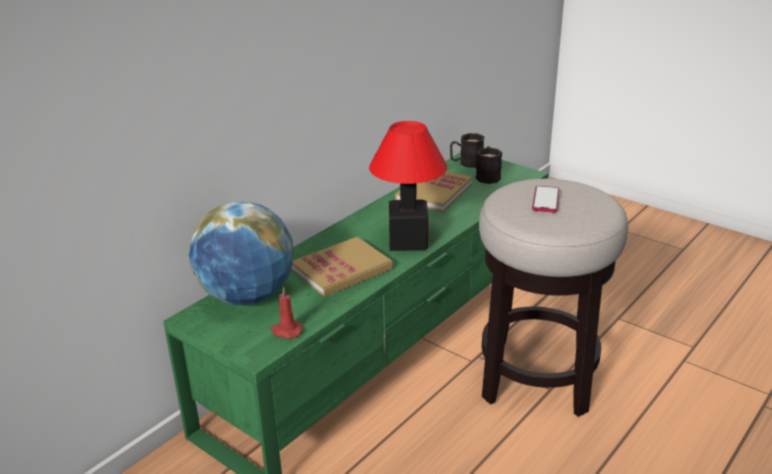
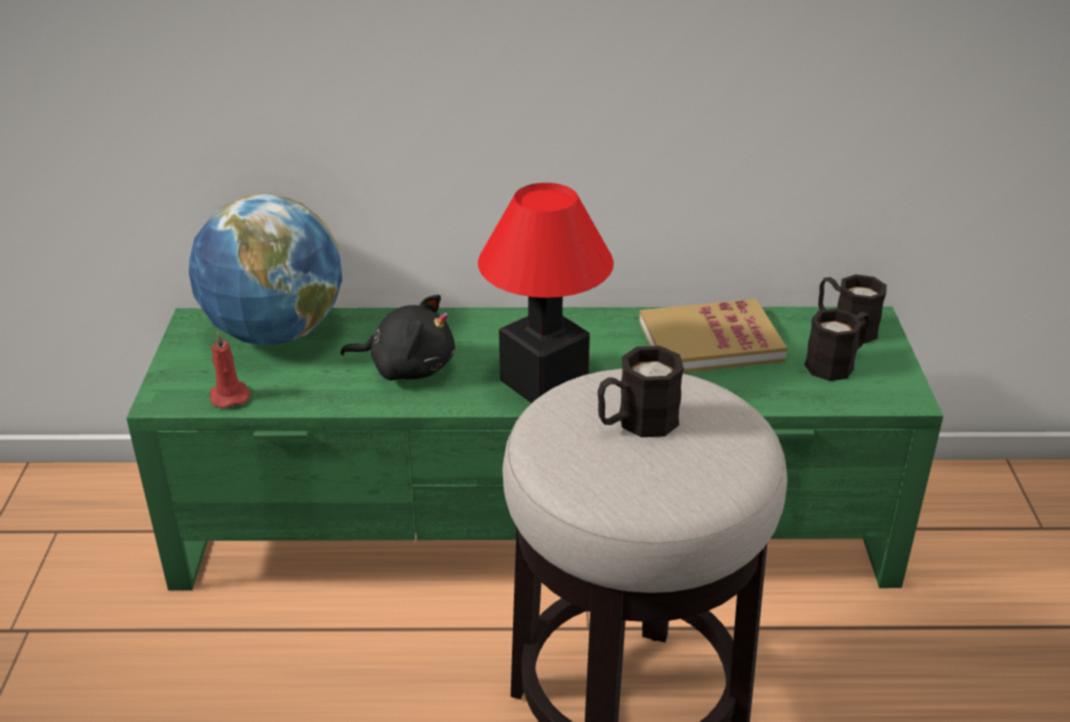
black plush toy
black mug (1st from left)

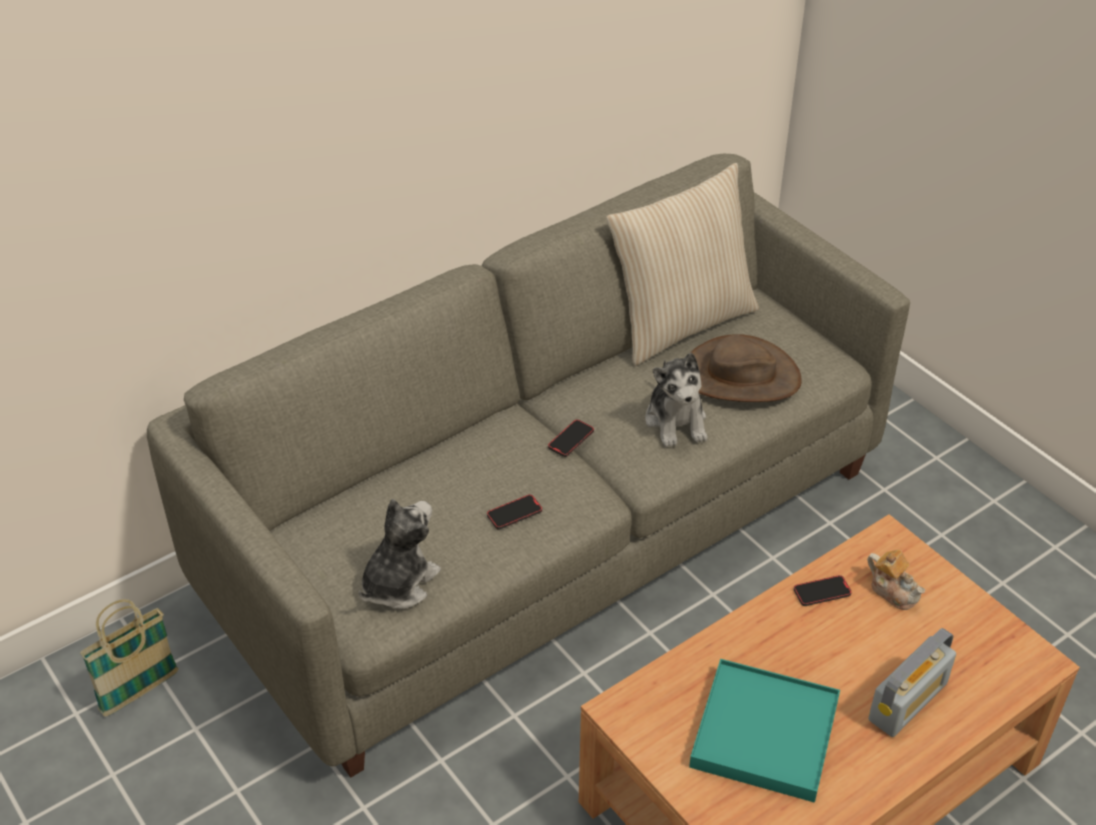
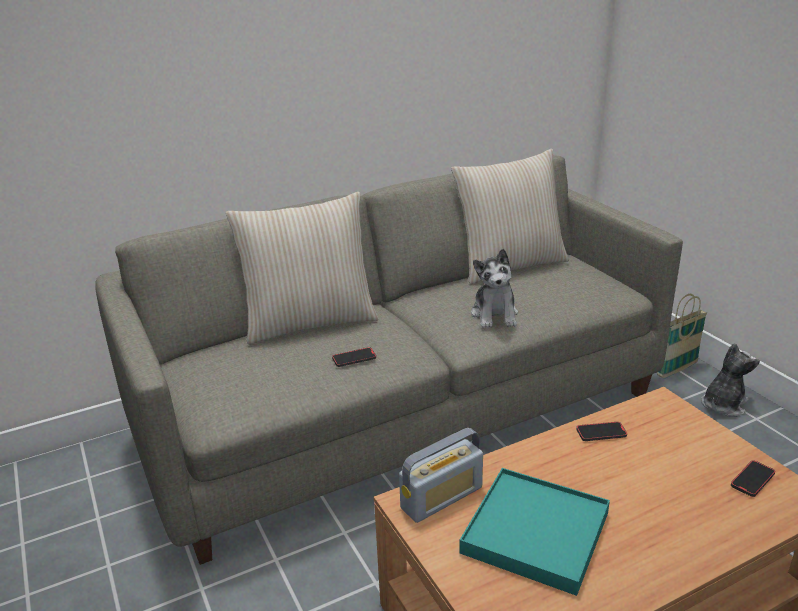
beige pillow (1st from left)
radio
basket
plush toy (2nd from left)
phone (3rd from left)
brown hat
teapot

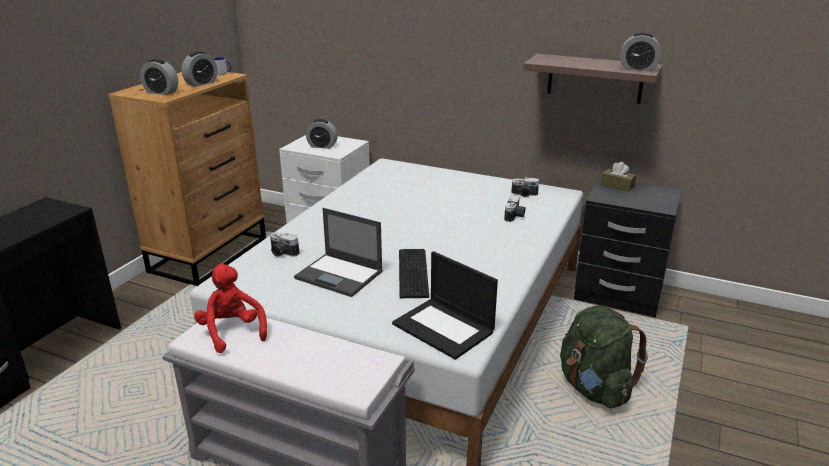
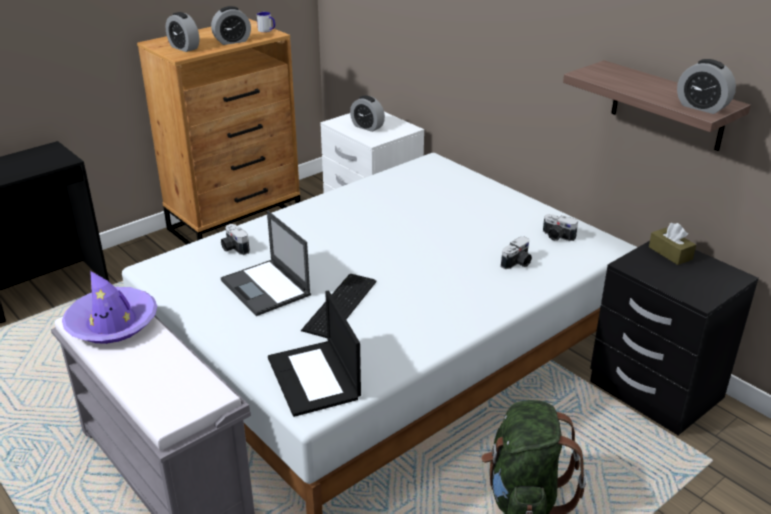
purple hat

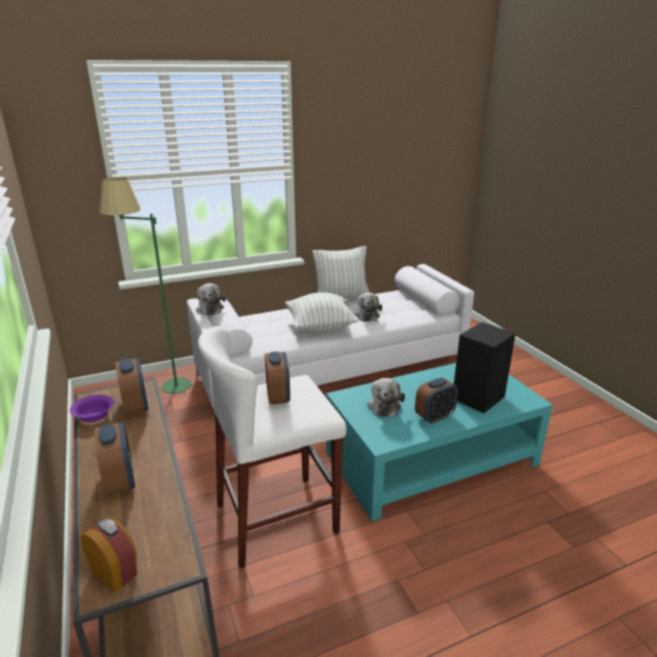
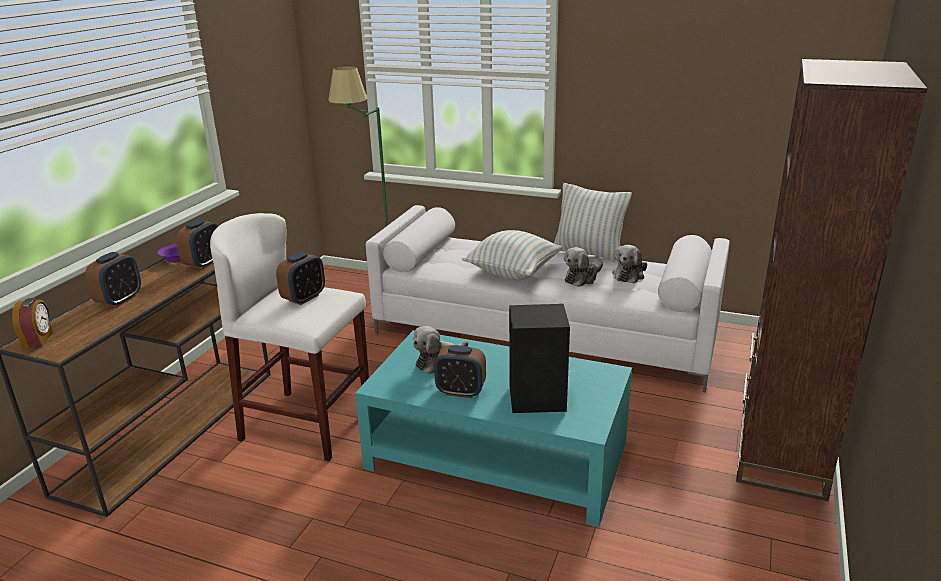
plush toy (3rd from left)
brown bookcase

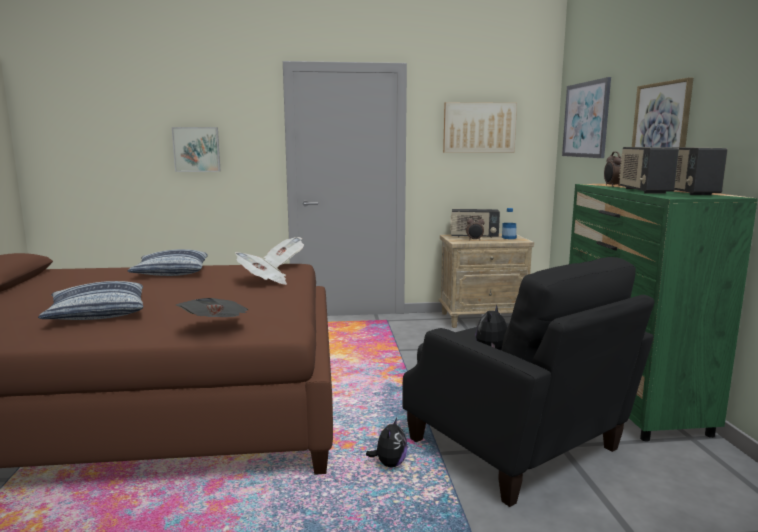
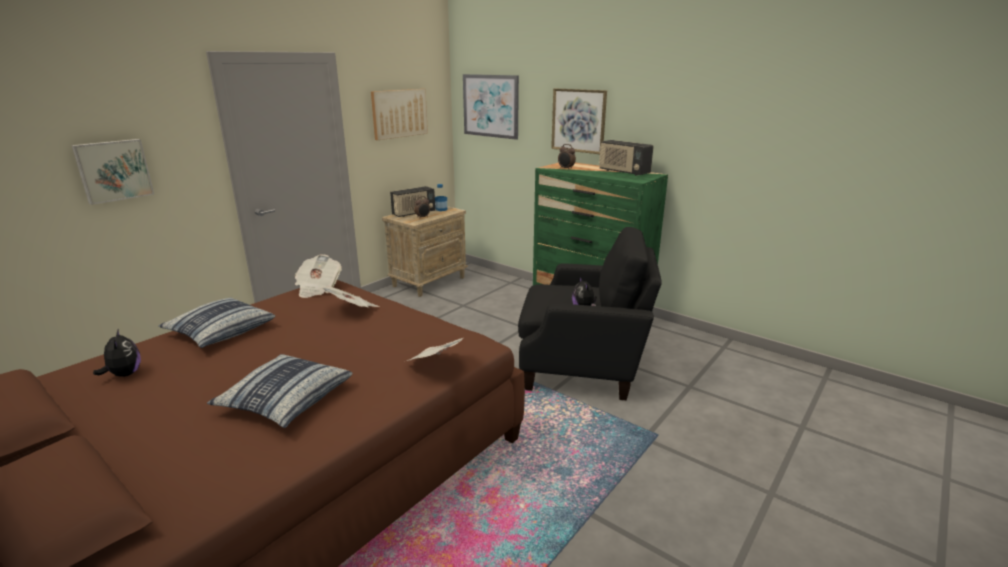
plush toy (1st from left)
radio (2nd from left in the first image)

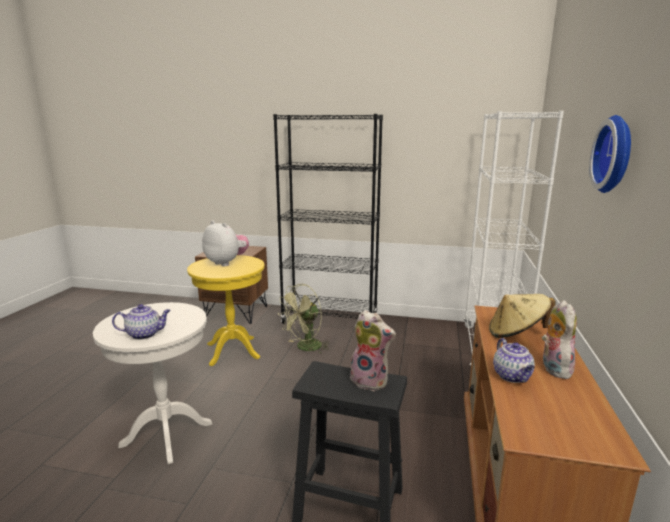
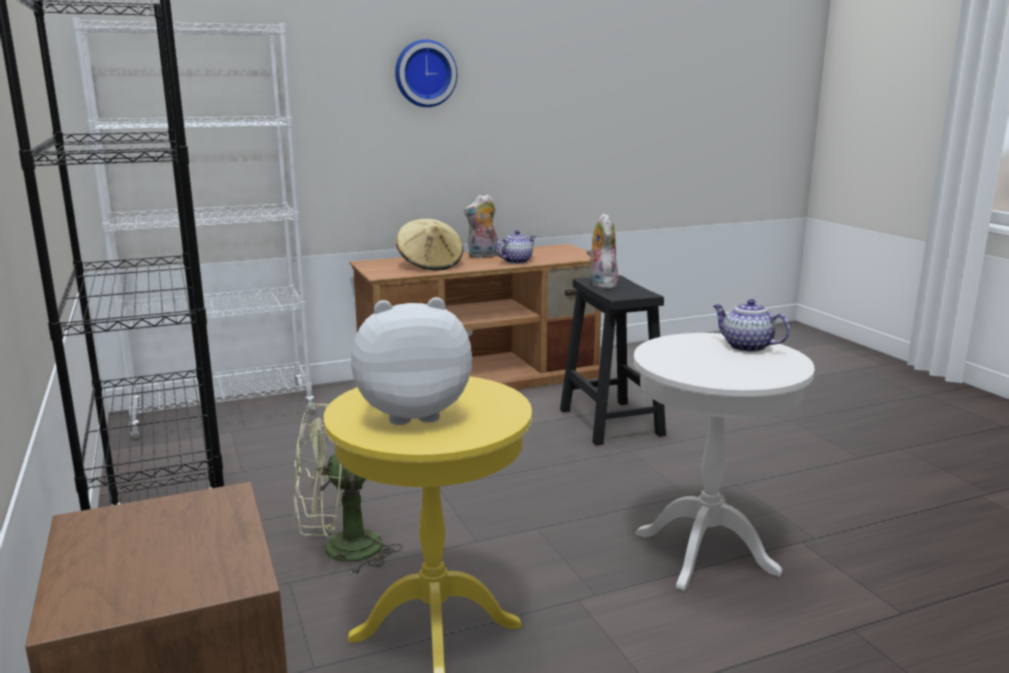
green fan
plush toy (1st from left)

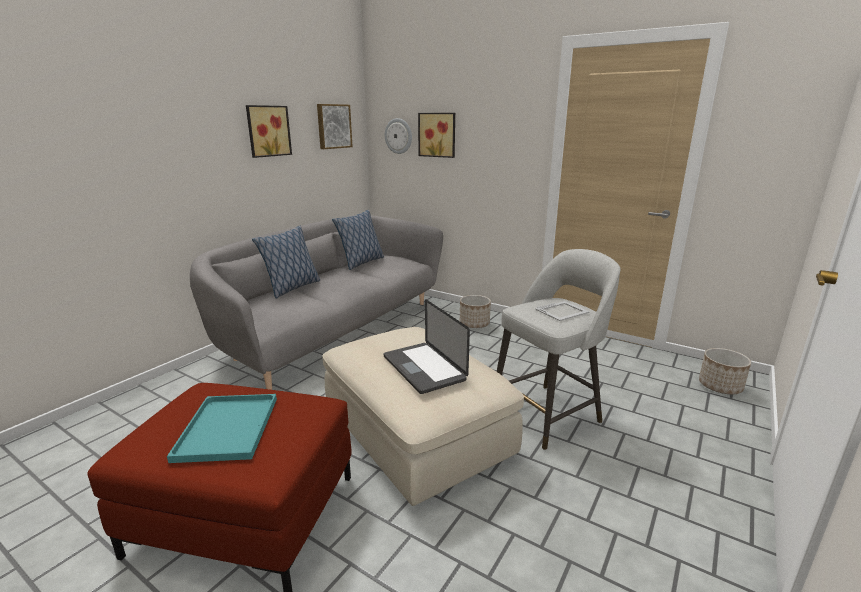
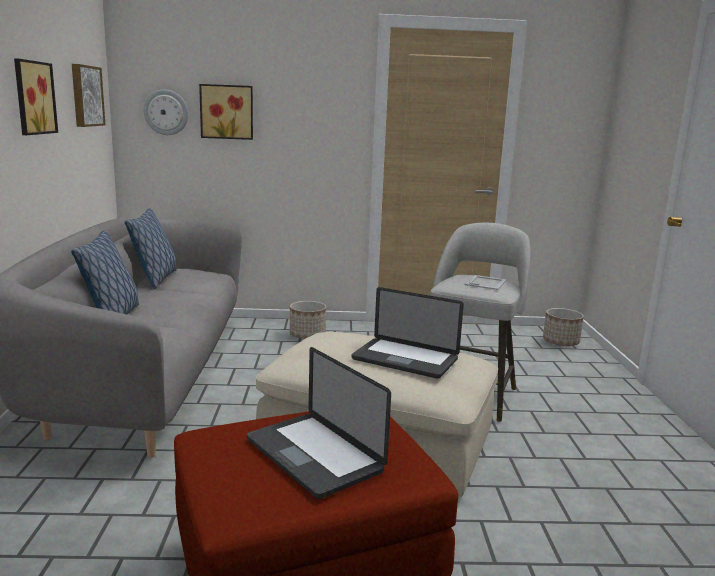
laptop (1st from left)

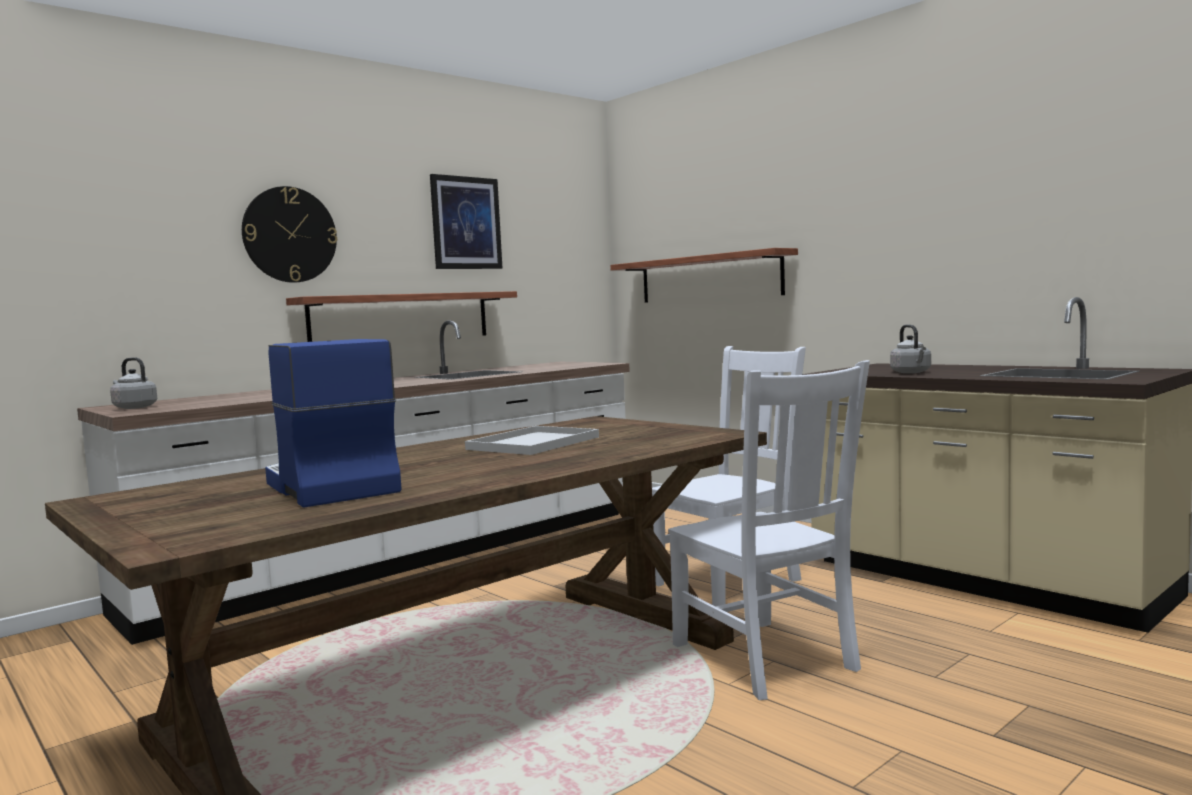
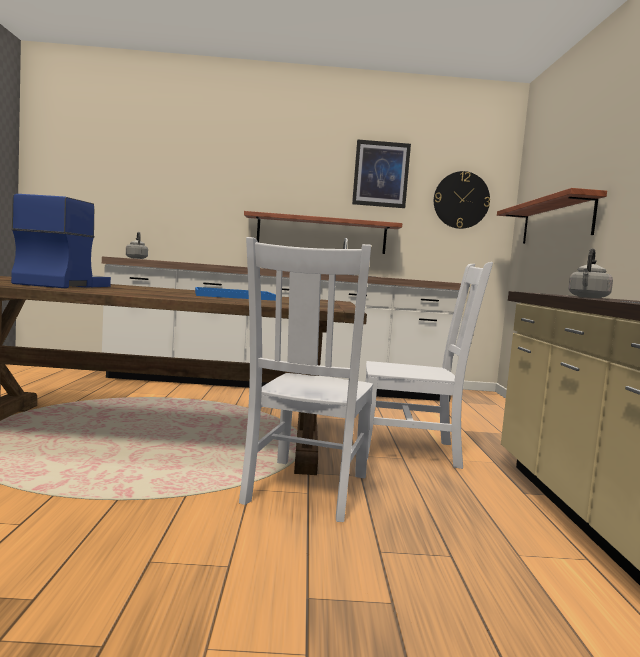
blue tray
wall clock

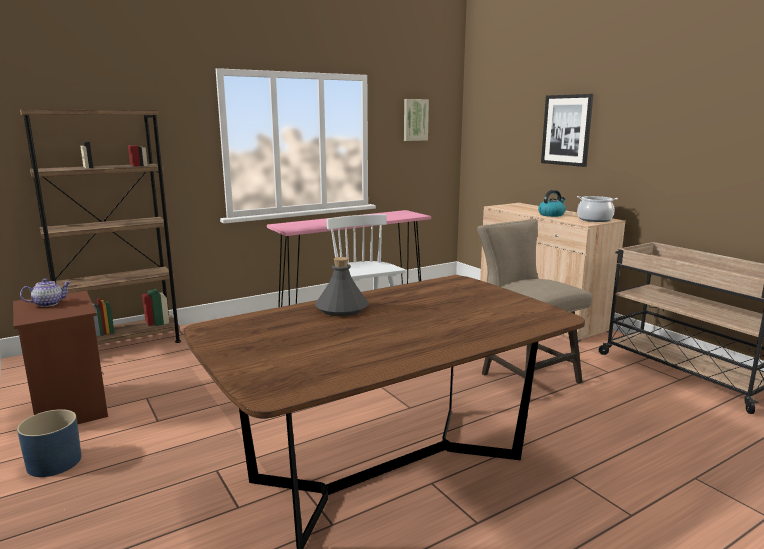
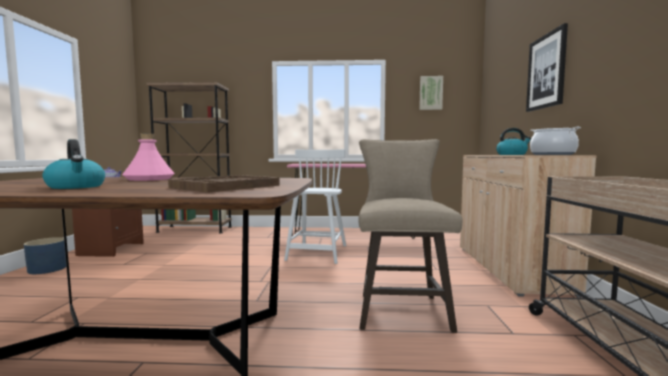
kettle (1st from left)
pink bottle
brown tray

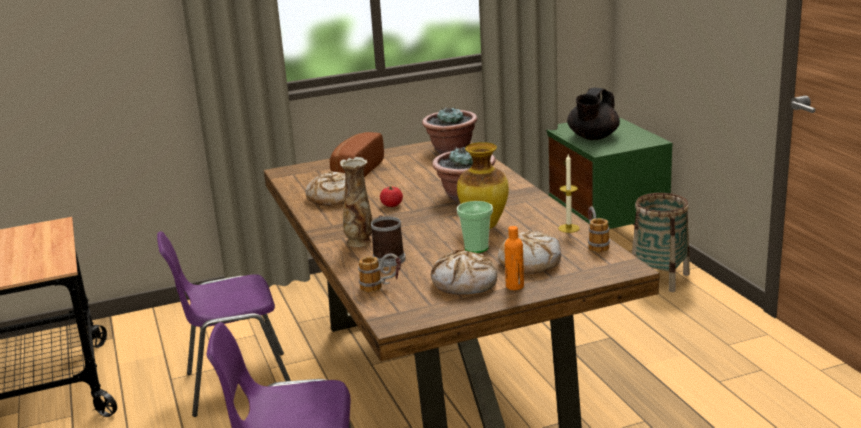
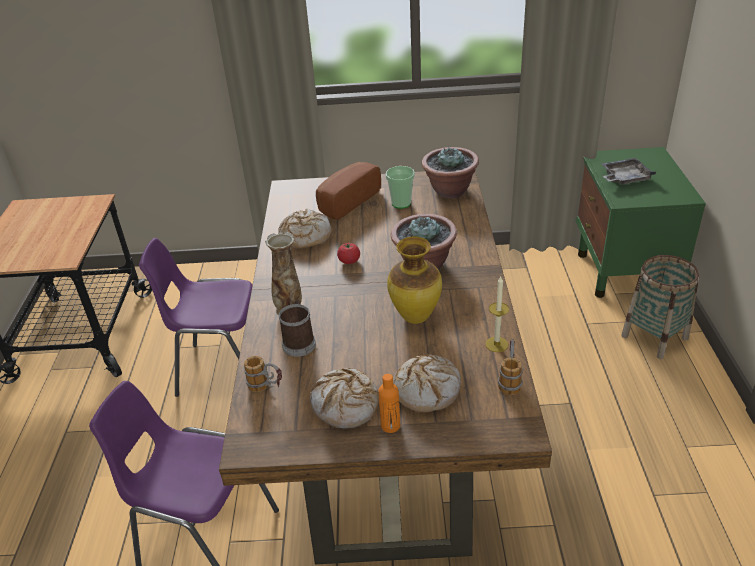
cup
grey tray

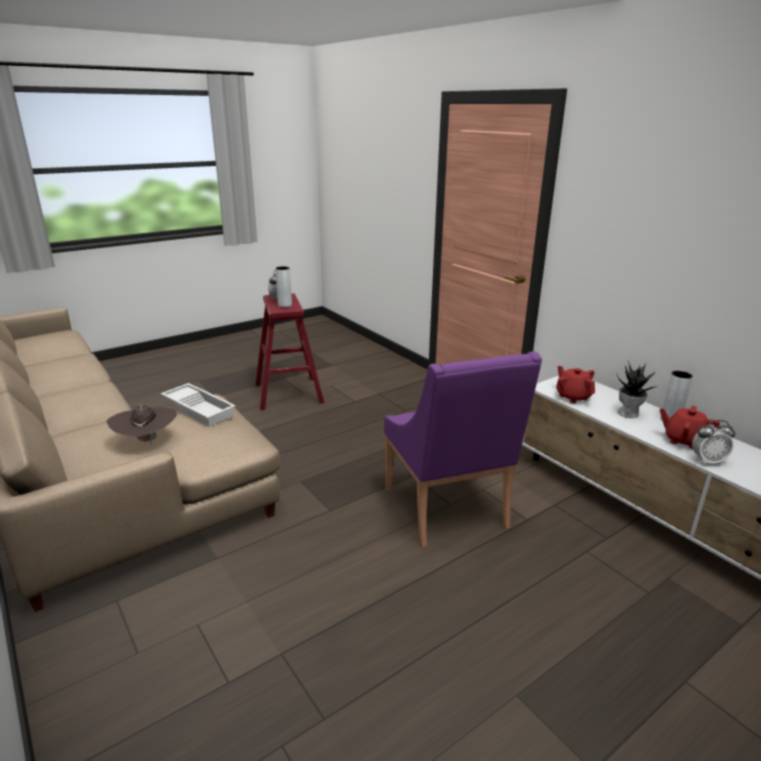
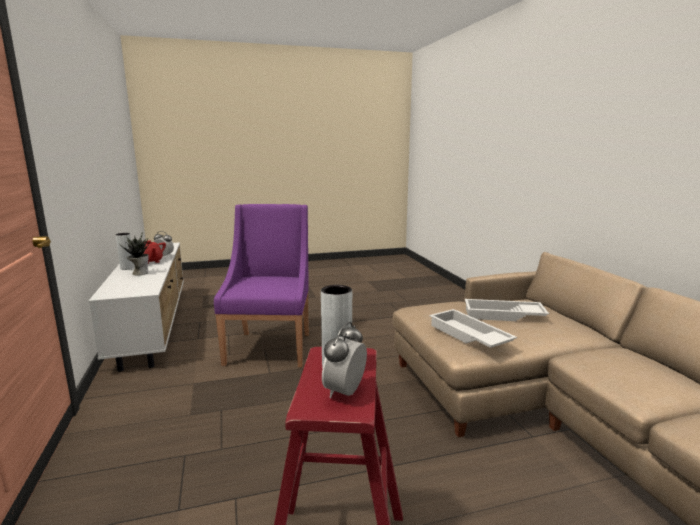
white tray (2nd from left)
red teapot (1st from left in the first image)

